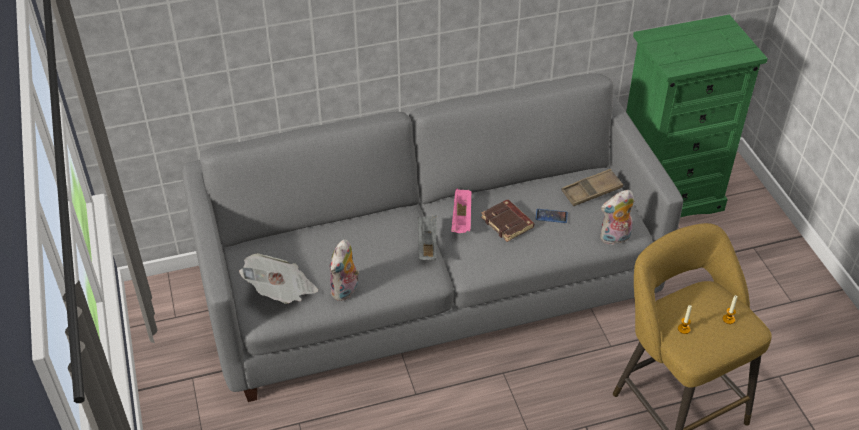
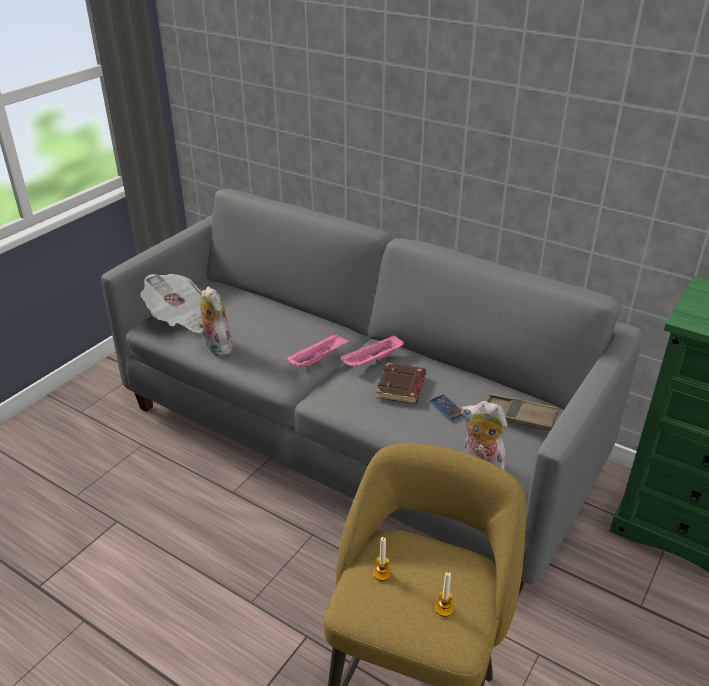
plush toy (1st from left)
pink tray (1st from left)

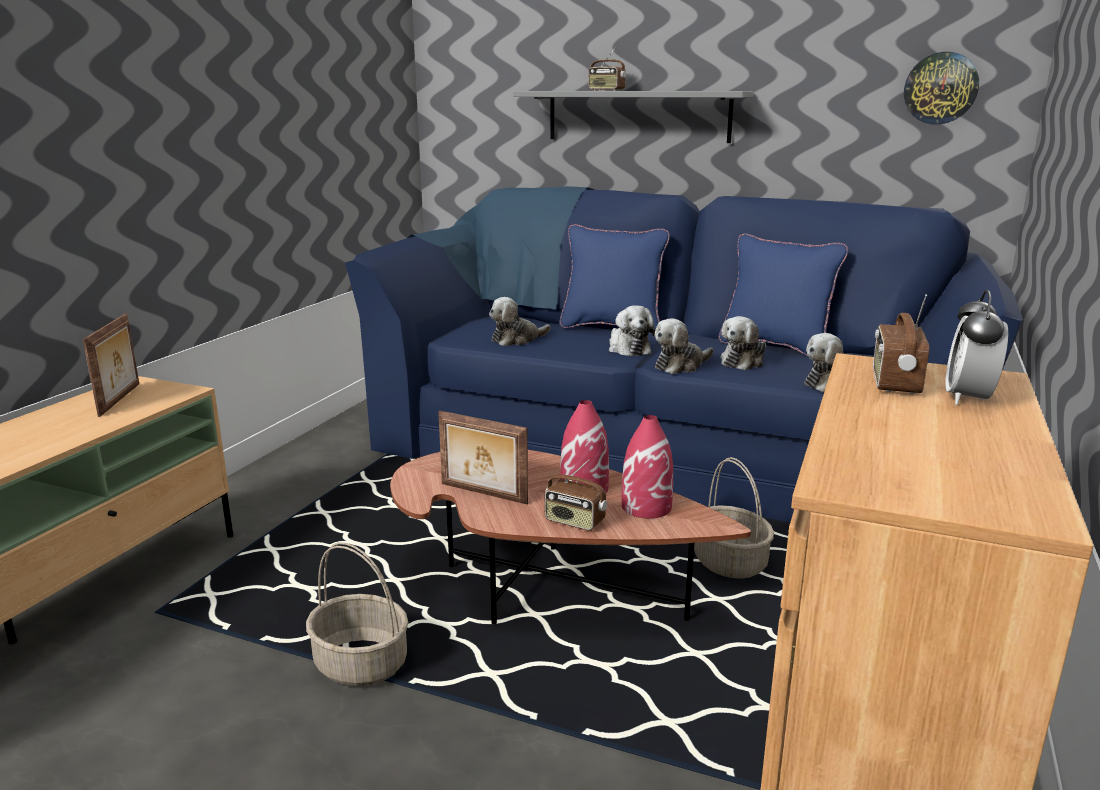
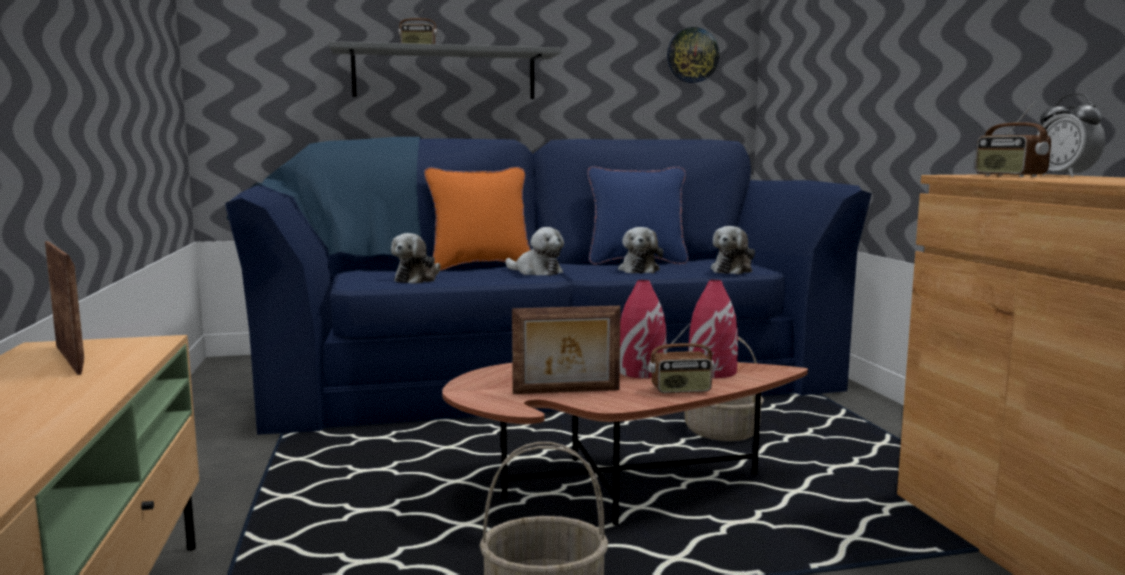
orange pillow
plush toy (3rd from left in the first image)

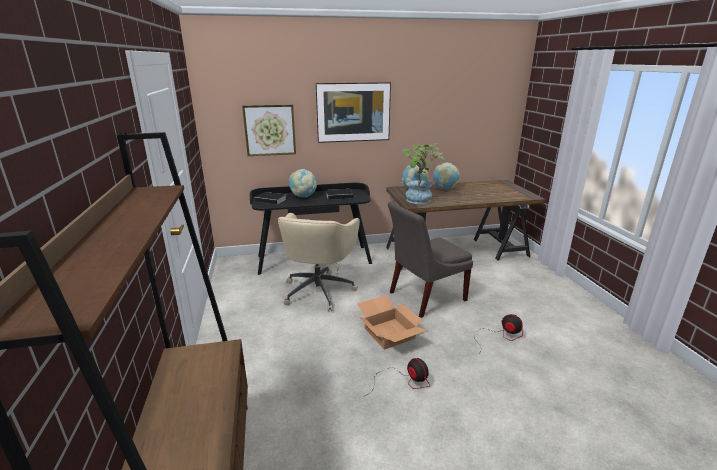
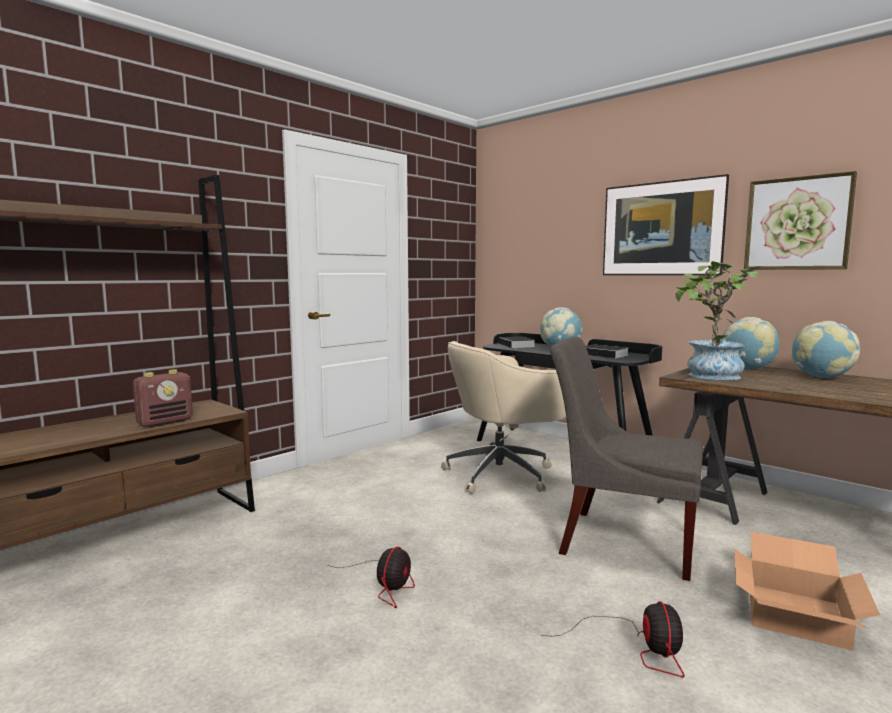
radio
cardboard box
picture (2nd from left)

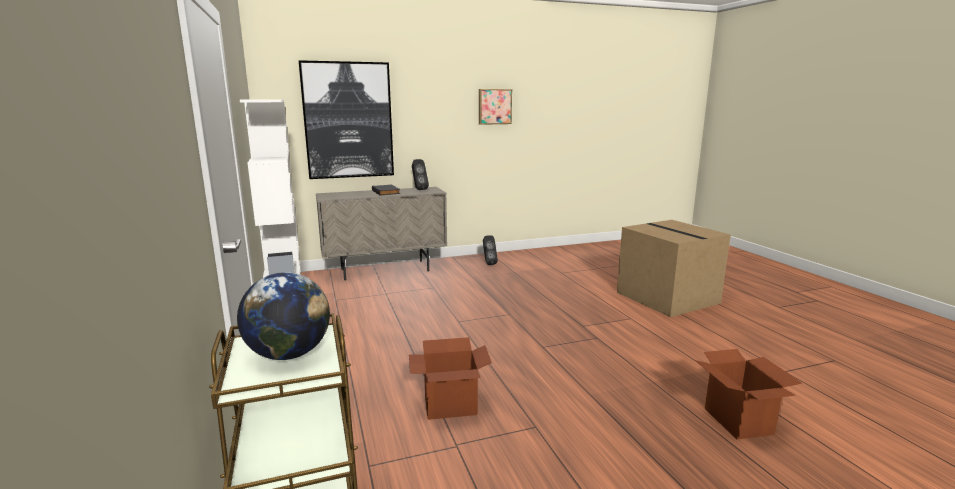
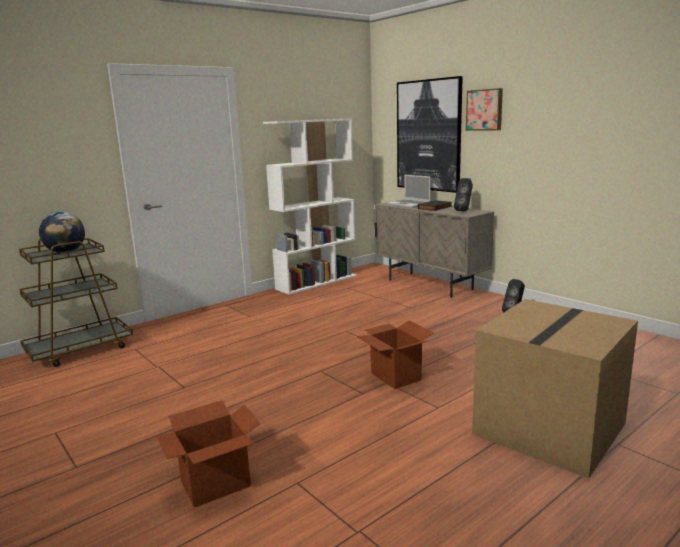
cardboard box (2nd from left)
laptop
picture (2nd from left)

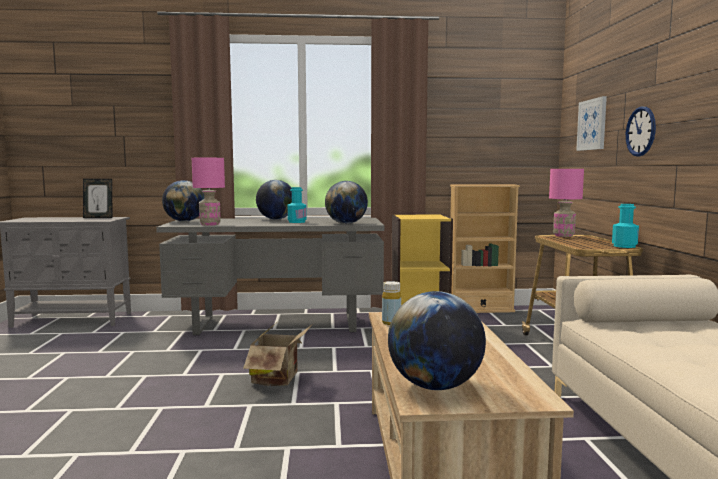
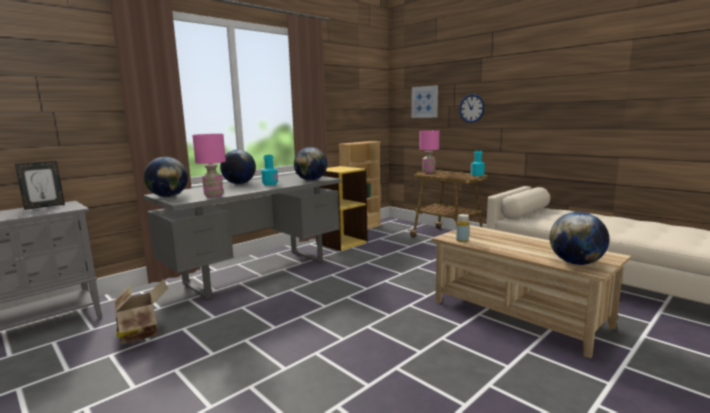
cardboard box

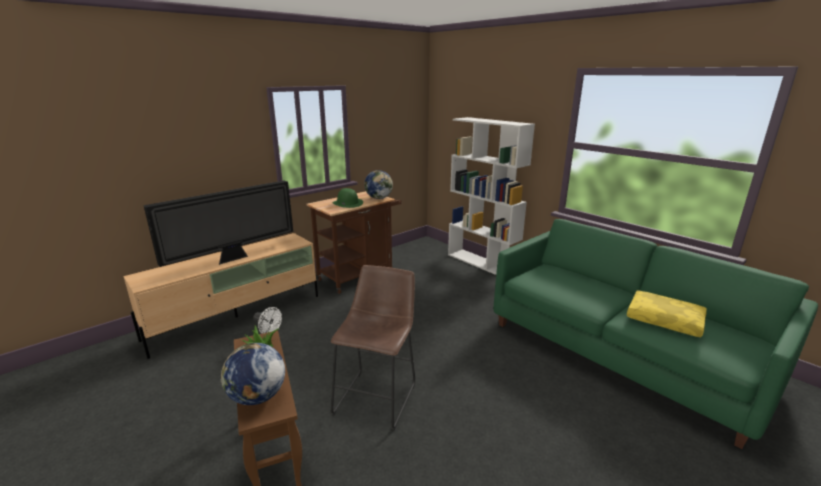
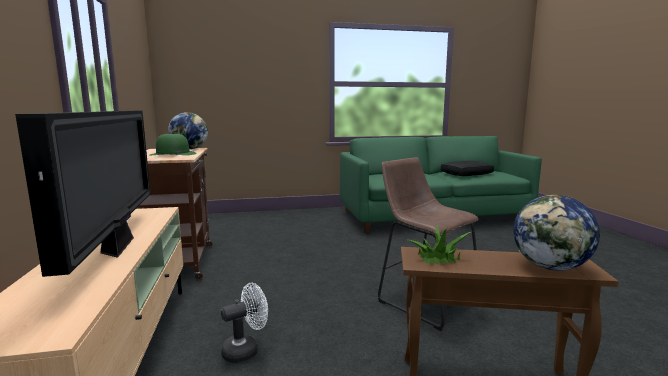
black pillow
white bookcase

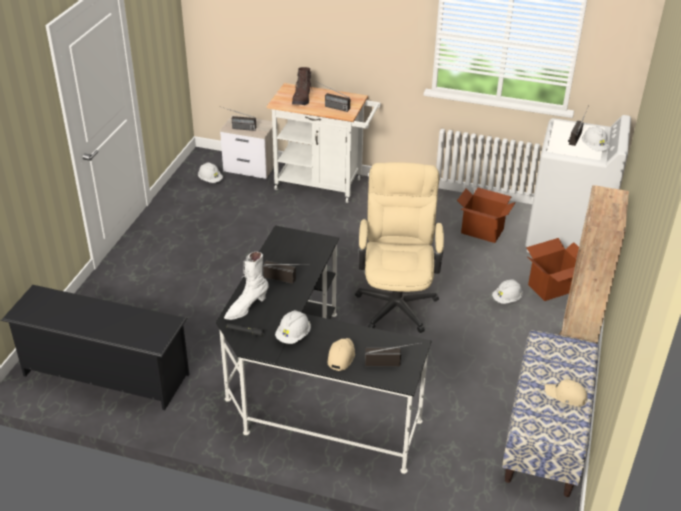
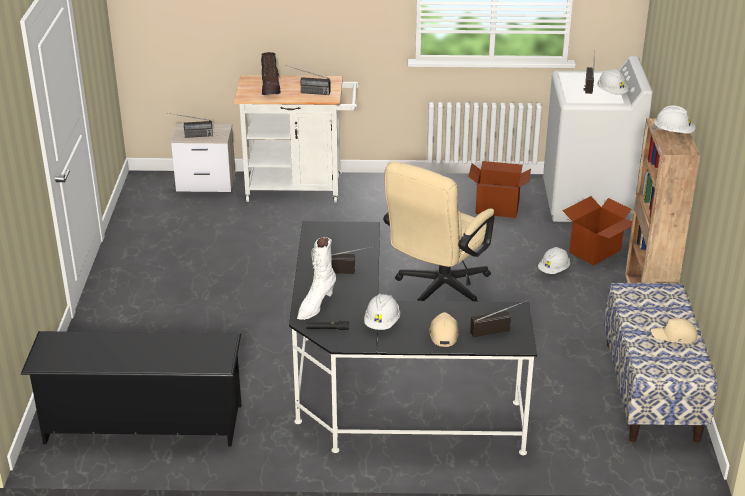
beige office chair
white hard hat (4th from left)

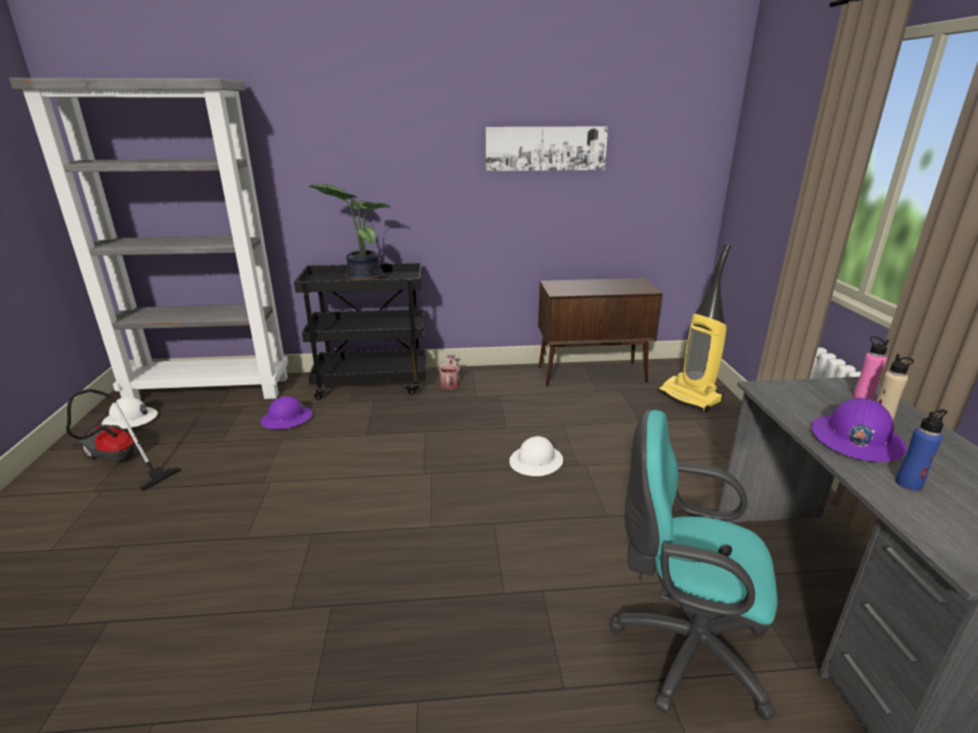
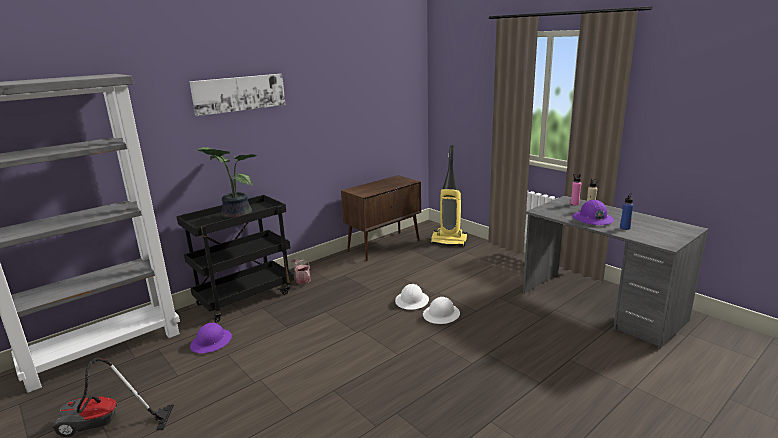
picture
white hard hat (2nd from left)
turquoise office chair

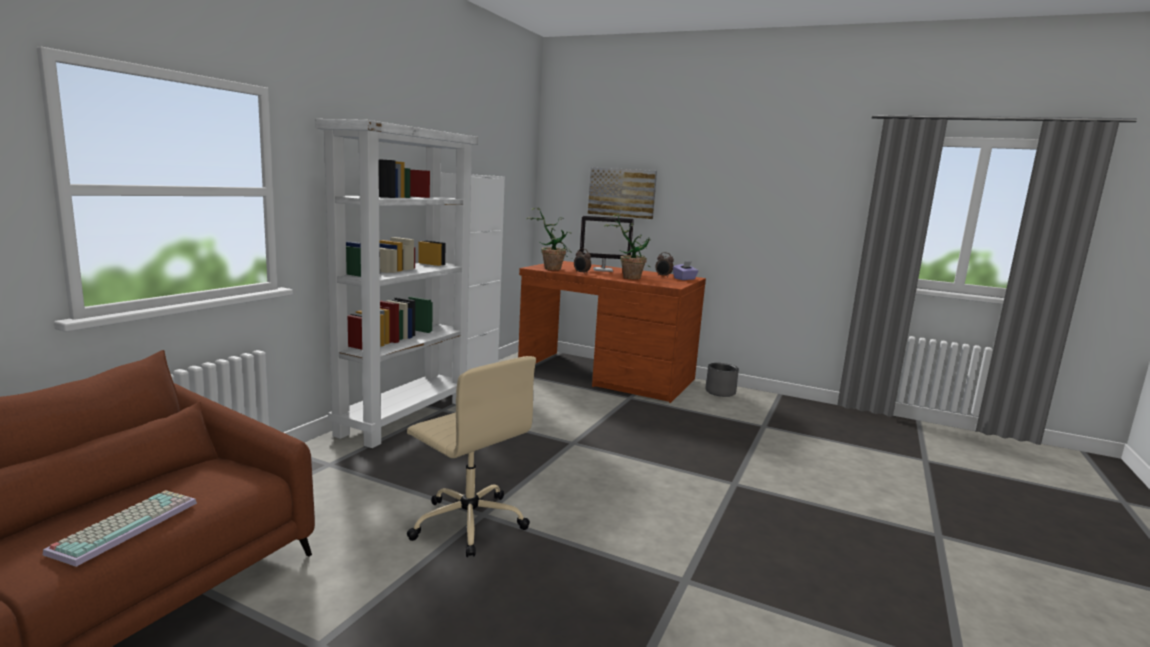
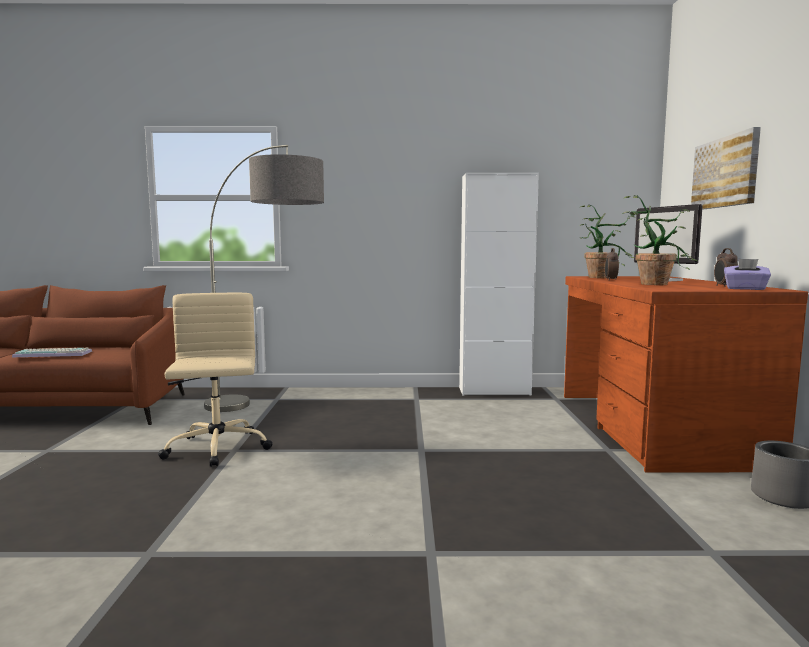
beige office chair
floor lamp
white bookcase

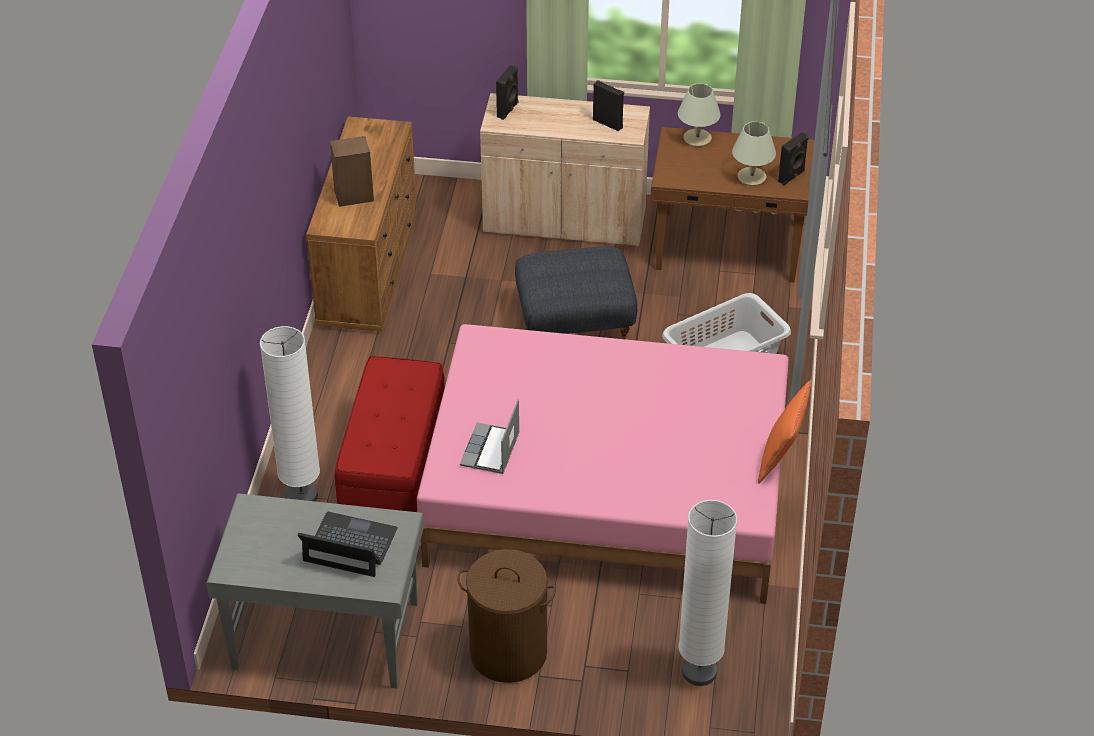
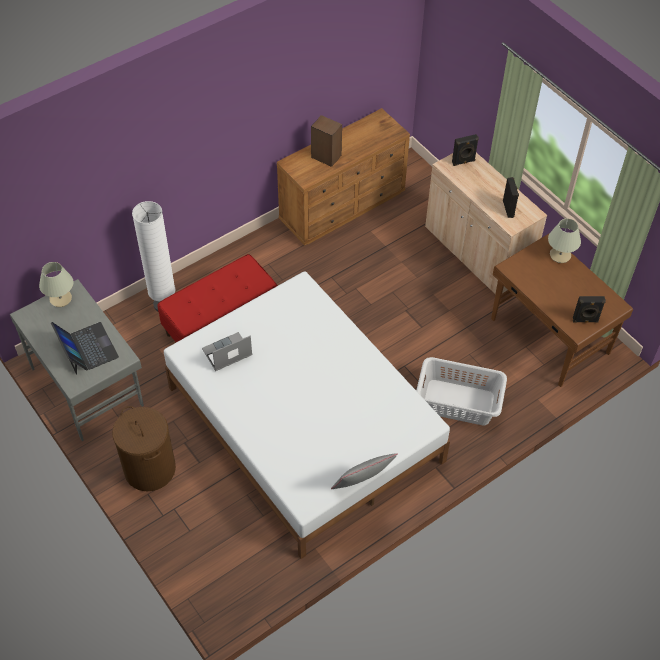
beige table lamp (1st from left)
white bed
grey pillow
grey ottoman
white floor lamp (2nd from left in the first image)

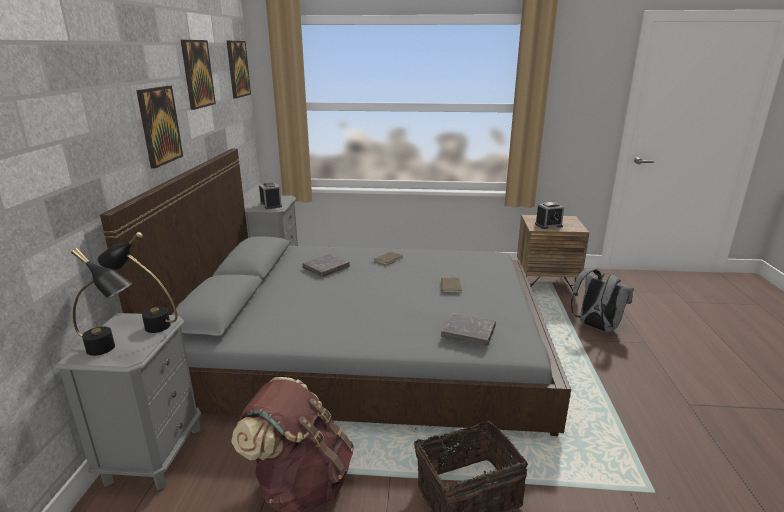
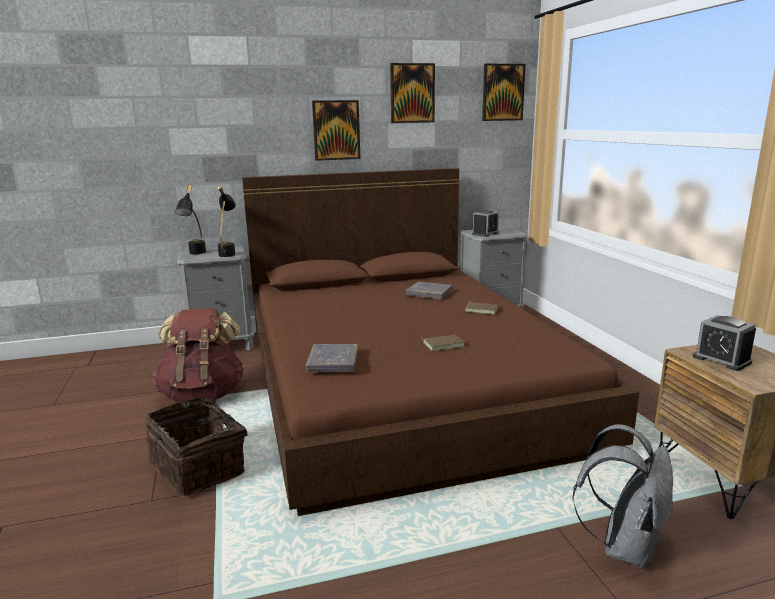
brown bed

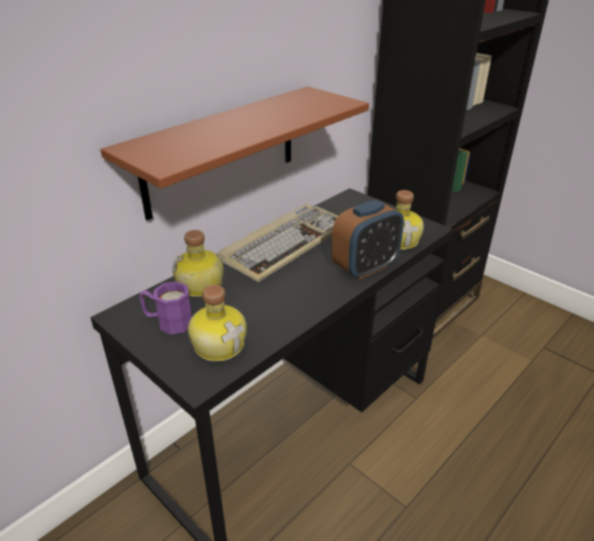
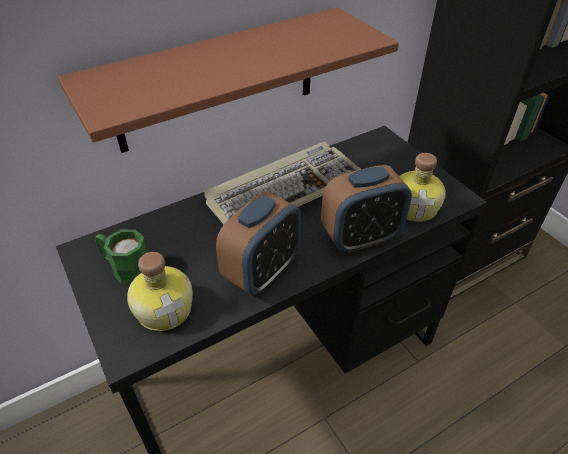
green mug
alarm clock (1st from left)
bottle (1st from left in the first image)

